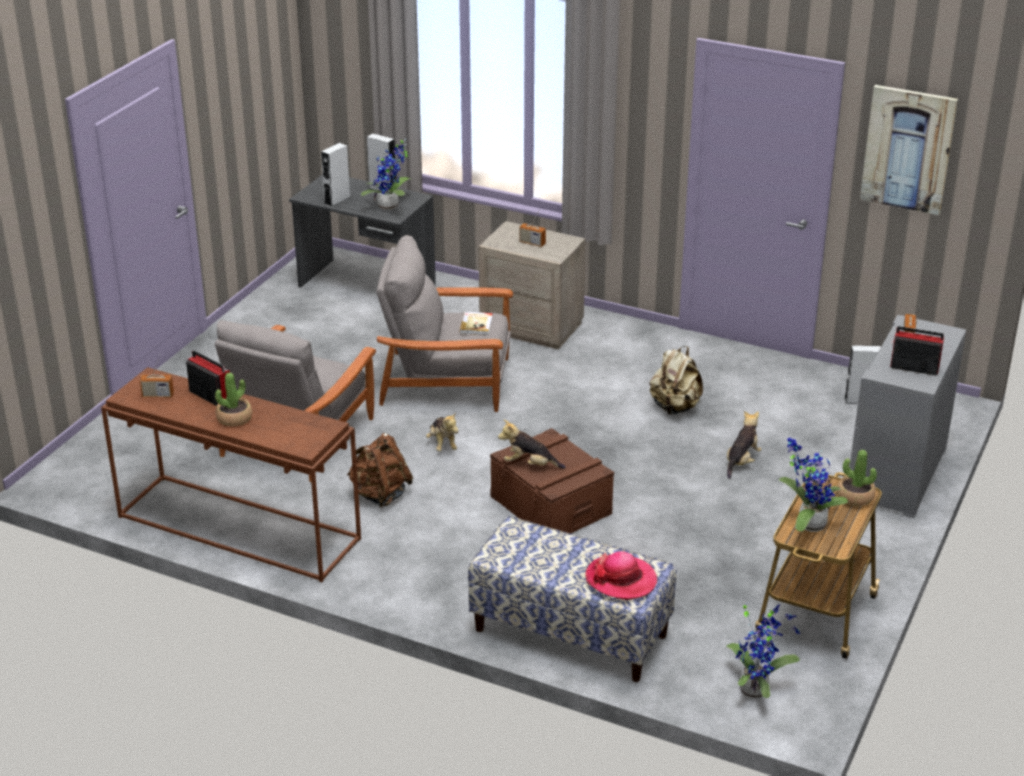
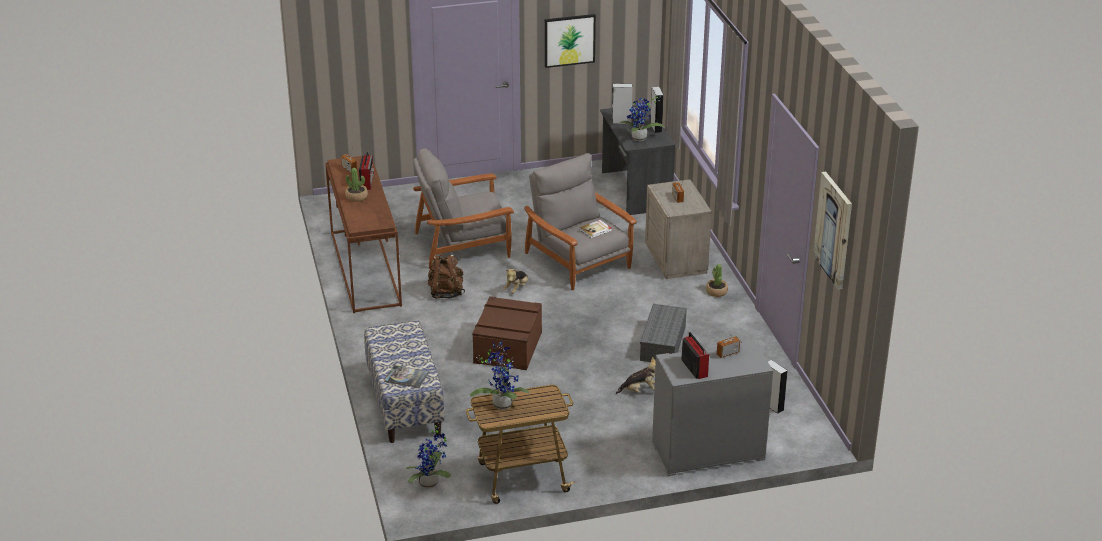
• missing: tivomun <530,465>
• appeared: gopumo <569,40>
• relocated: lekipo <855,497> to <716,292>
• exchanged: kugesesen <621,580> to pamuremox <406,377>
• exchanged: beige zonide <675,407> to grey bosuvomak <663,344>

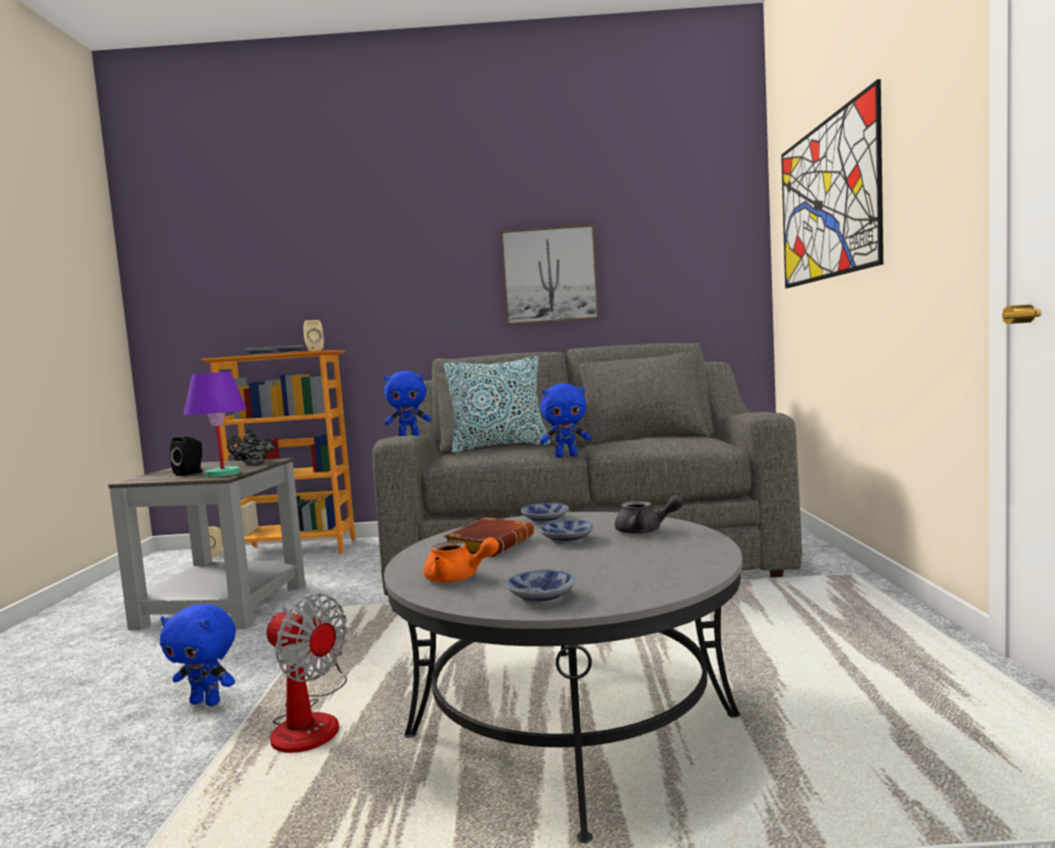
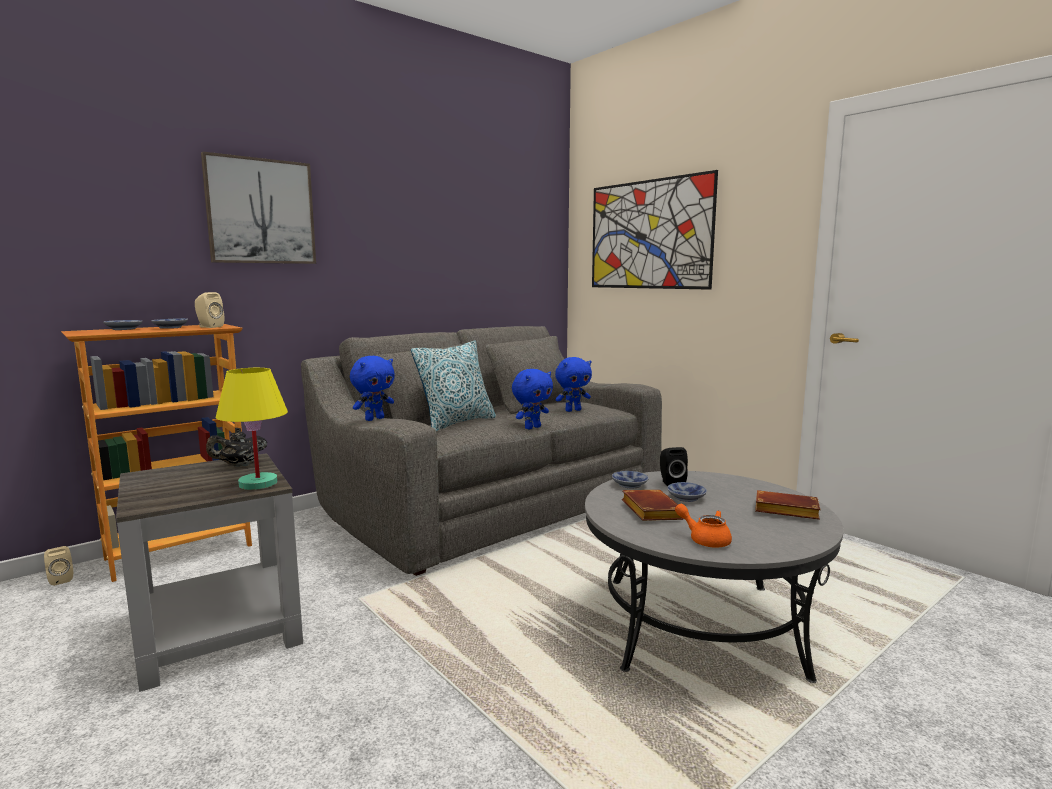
• missing: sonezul <311,722>
• missing: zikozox <544,598>
• missing: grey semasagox <645,531>
• appeared: brown pamuremox <784,511>
• relocated: blue tivomun <207,702> to <573,410>
• relocated: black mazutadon <191,473> to <670,483>
• relocated: gopumo <549,275> to <260,211>
• colour: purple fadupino <222,474> to yellow fadupino <258,483>
• spun: orange semasagox <458,578> = <705,539> 120 degrees counterclockwise

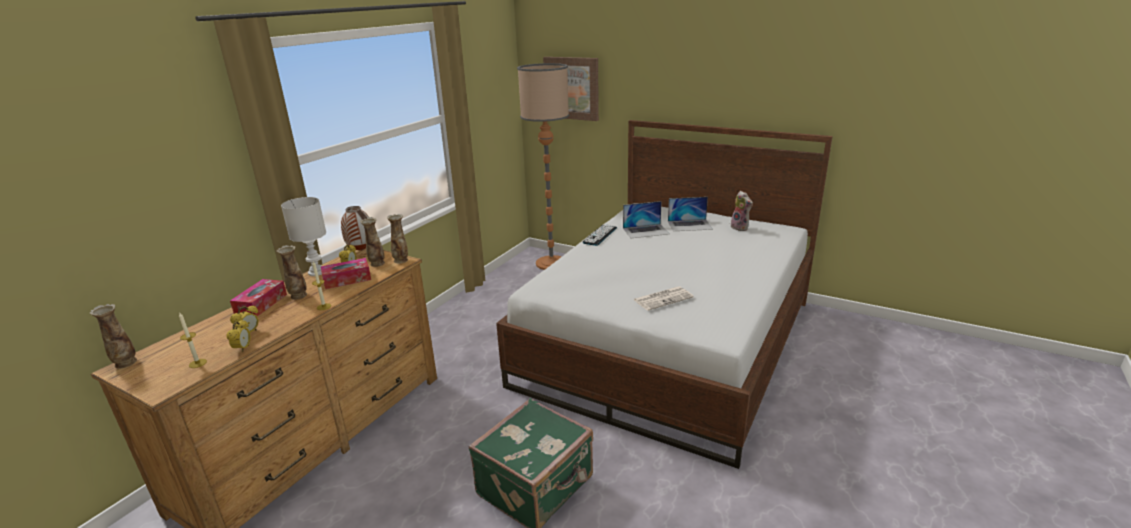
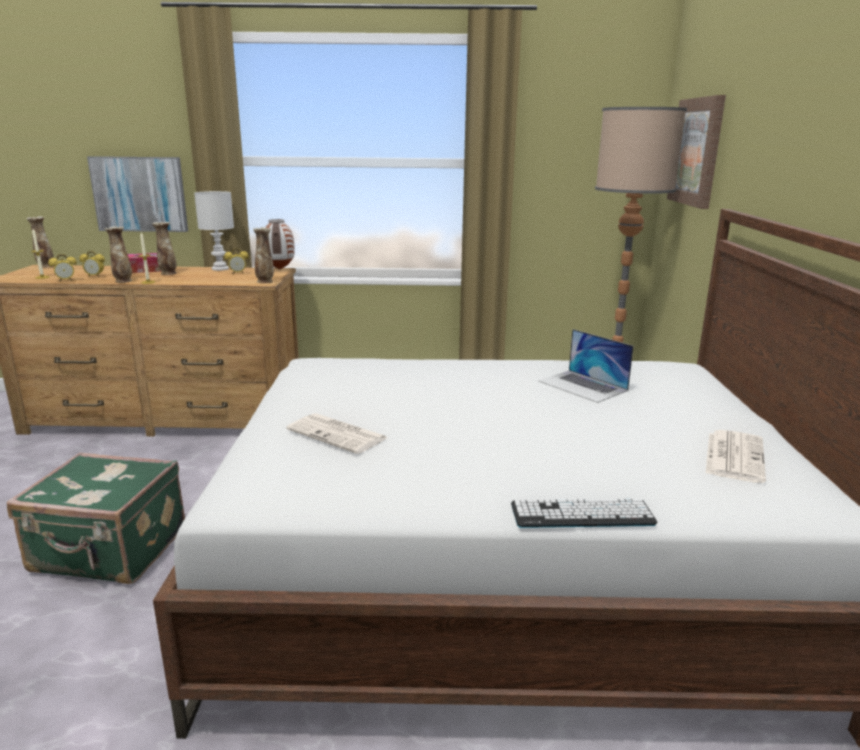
• missing: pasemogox <347,279>
• missing: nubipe <690,225>
• appeared: gopumo <140,194>
• relocated: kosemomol <377,264> to <123,281>
• relocated: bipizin <600,235> to <582,514>
• exchanged: tivomun <740,228> to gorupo <734,456>

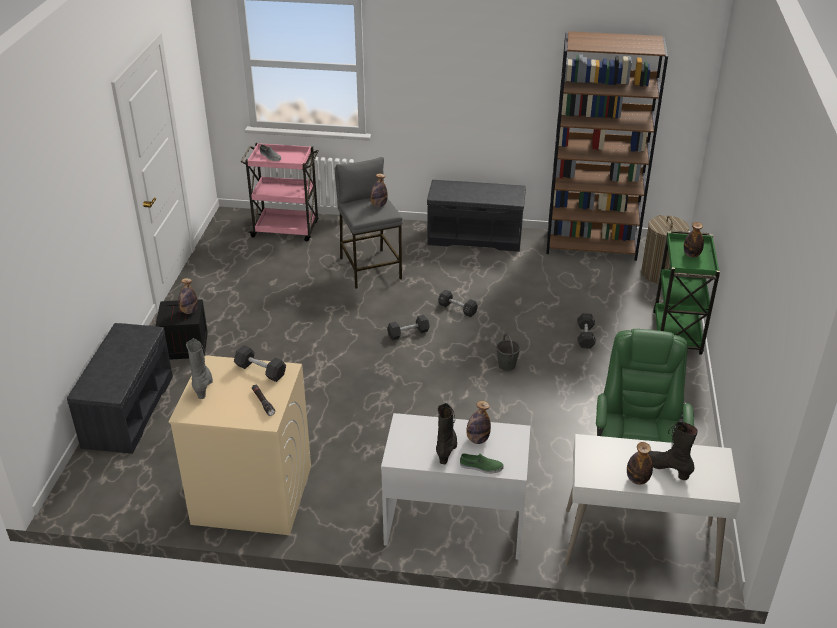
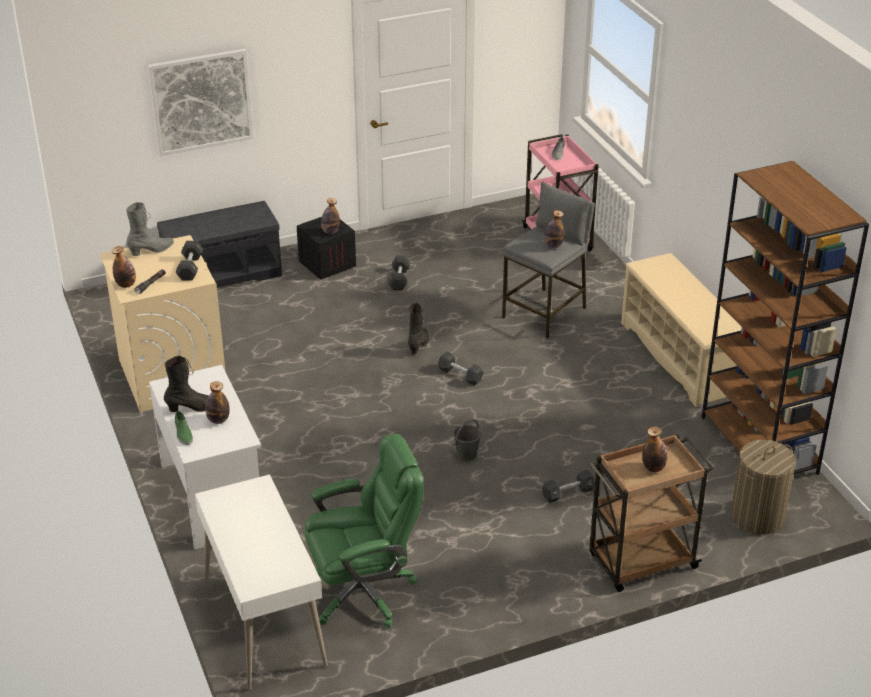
• appeared: gopumo <201,101>
• relocated: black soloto <457,309> to <399,279>
• relocated: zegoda <637,480> to <126,284>
• relocated: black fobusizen <666,468> to <419,345>
• exchanged: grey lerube <476,237> to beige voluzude <680,358>
• colour: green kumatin <677,334> to brown kumatin <640,562>

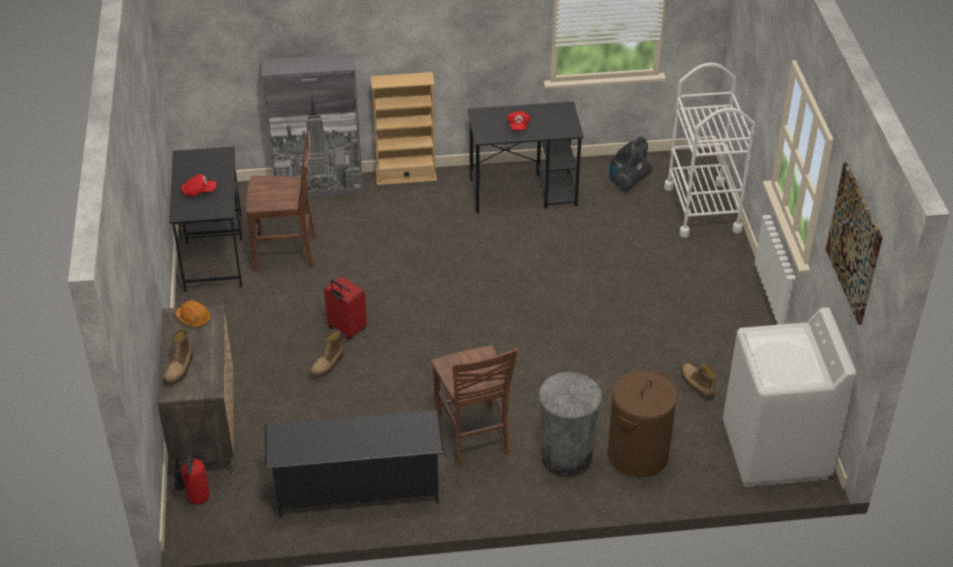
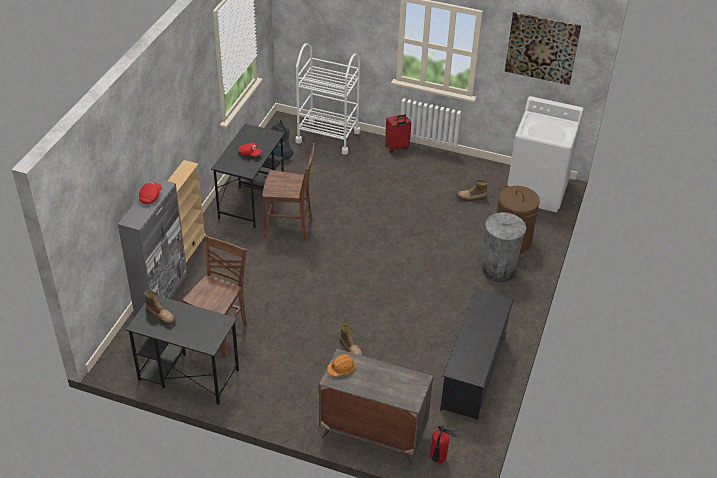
• relocated: fobusizen <180,369> to <161,316>
• relocated: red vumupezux <199,192> to <150,197>
• relocated: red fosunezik <346,329> to <397,147>
• relocated: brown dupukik <473,437> to <290,228>

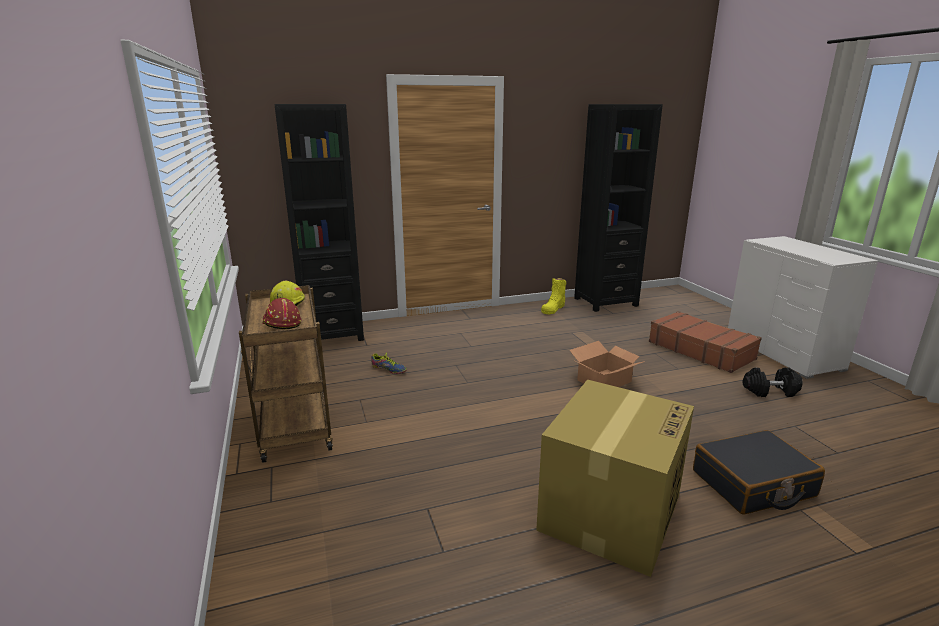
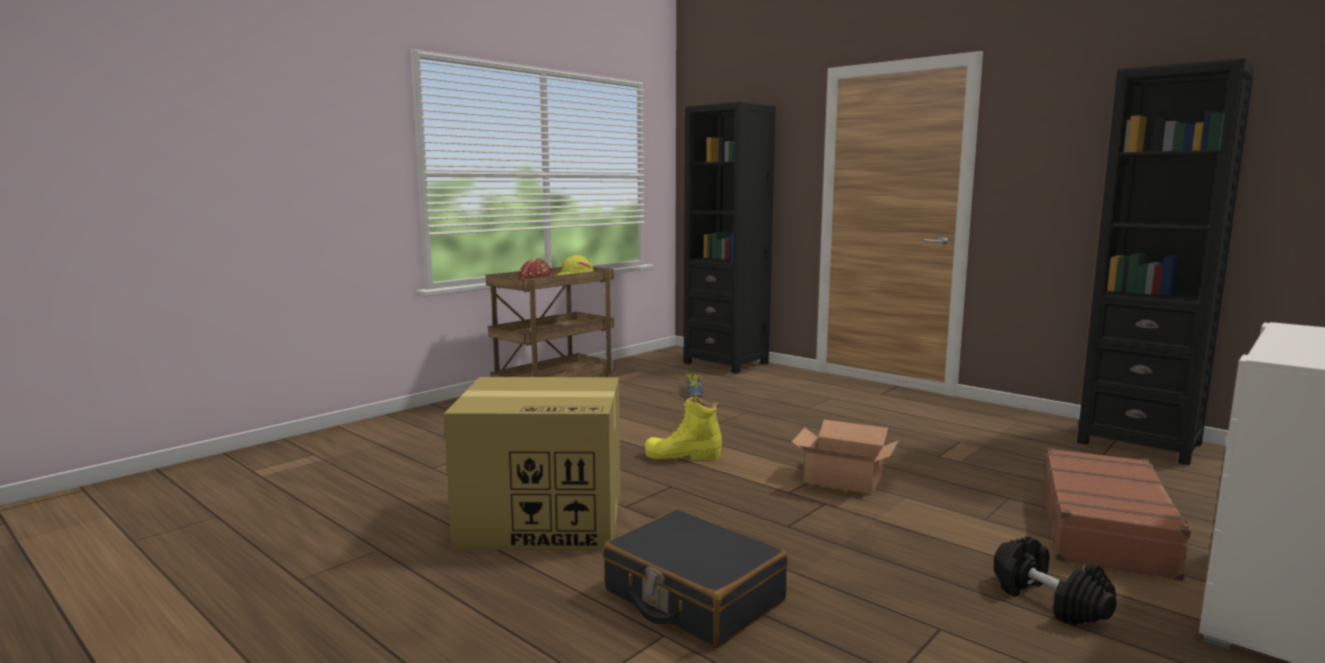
• relocated: yellow fobusizen <553,308> to <683,455>

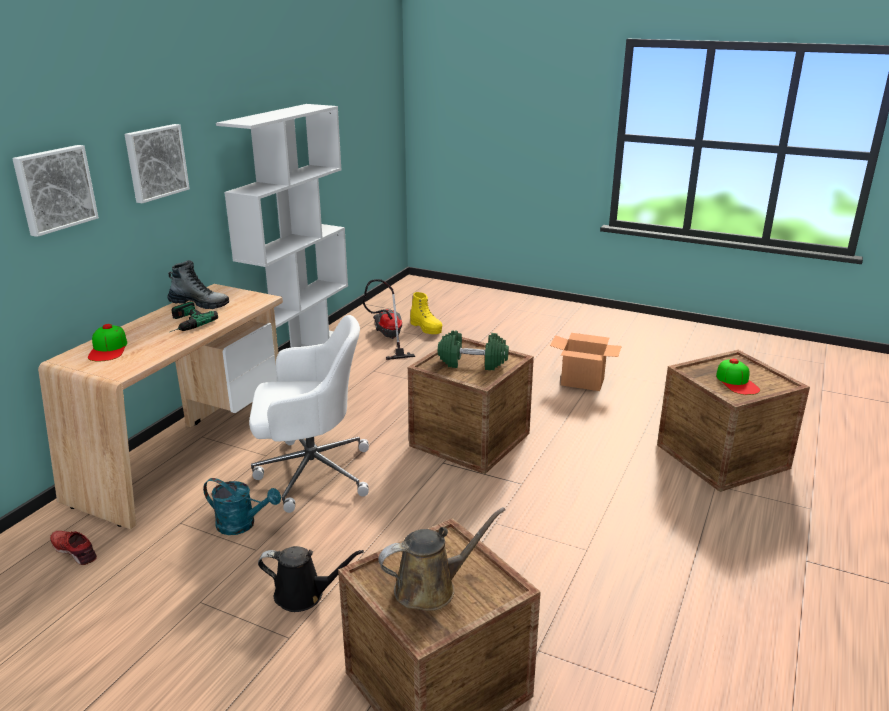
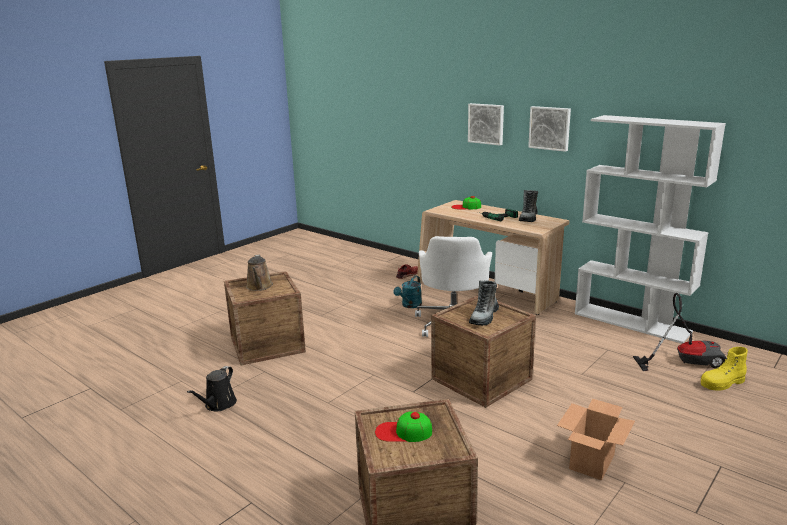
• relocated: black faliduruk <304,595> to <218,405>
• exchanged: green soloto <473,362> to fobusizen <484,317>

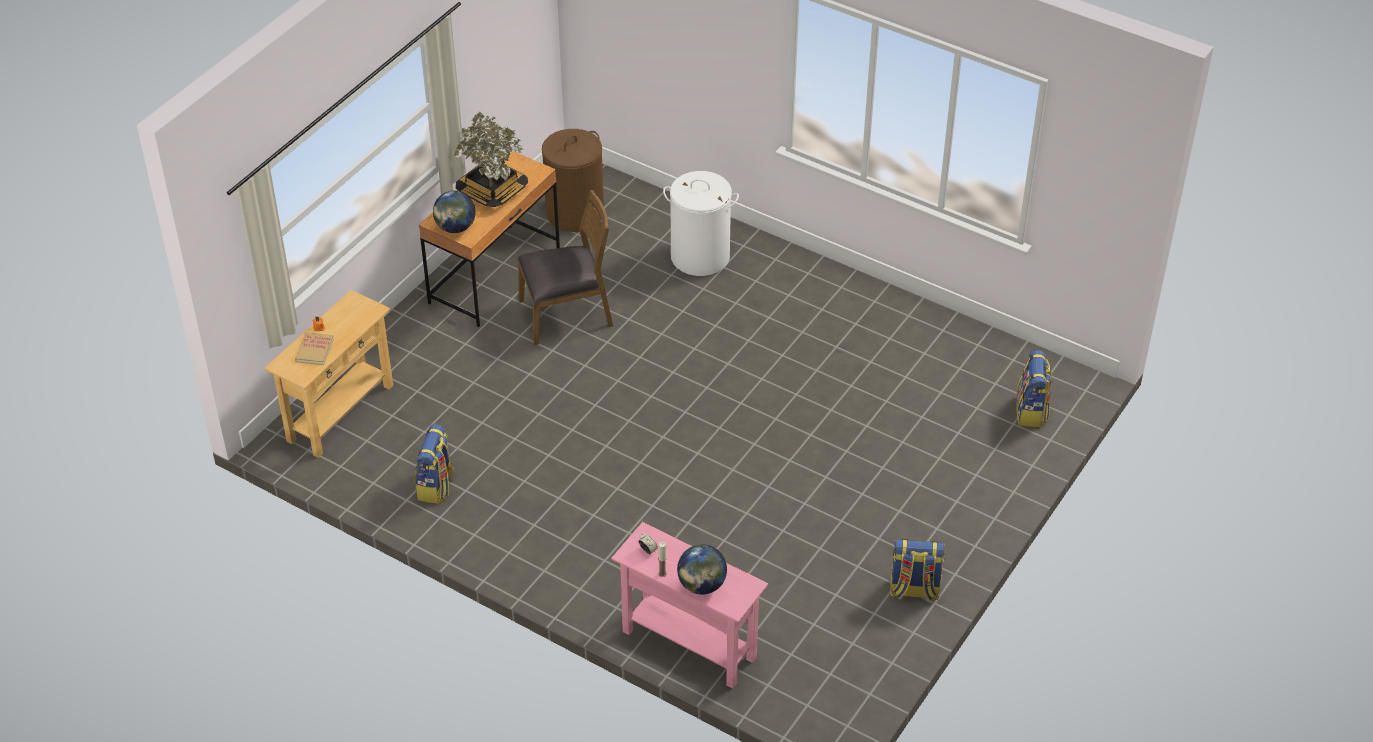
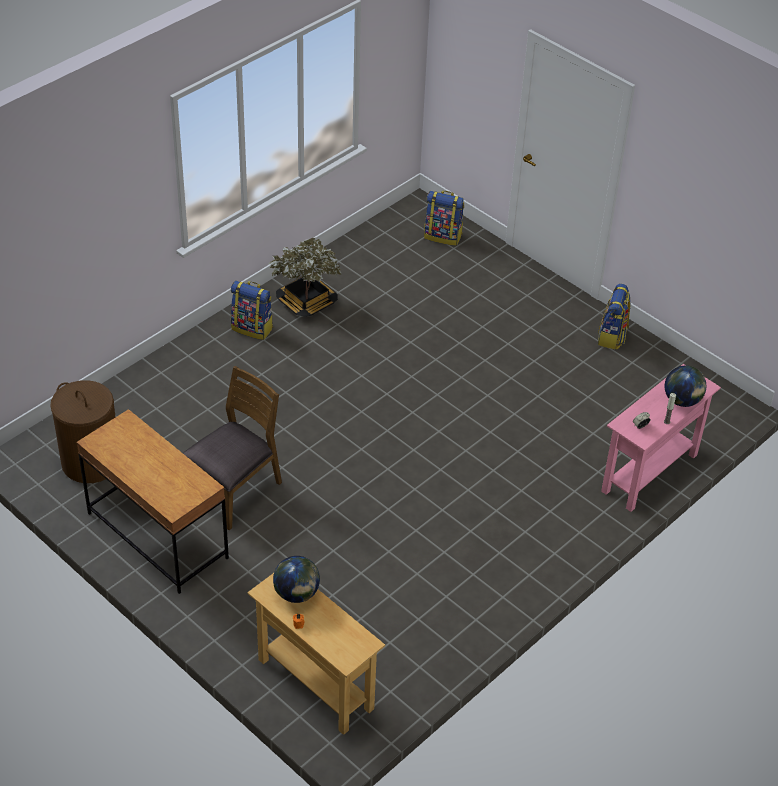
• missing: pamuremox <314,350>
• missing: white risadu <700,256>
• relocated: zonide <436,486> to <253,328>
• relocated: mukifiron <455,228> to <296,594>
• relocated: lekipo <492,191> to <306,302>
• spun: brown dupukik <566,314> = <233,490> 45 degrees clockwise

